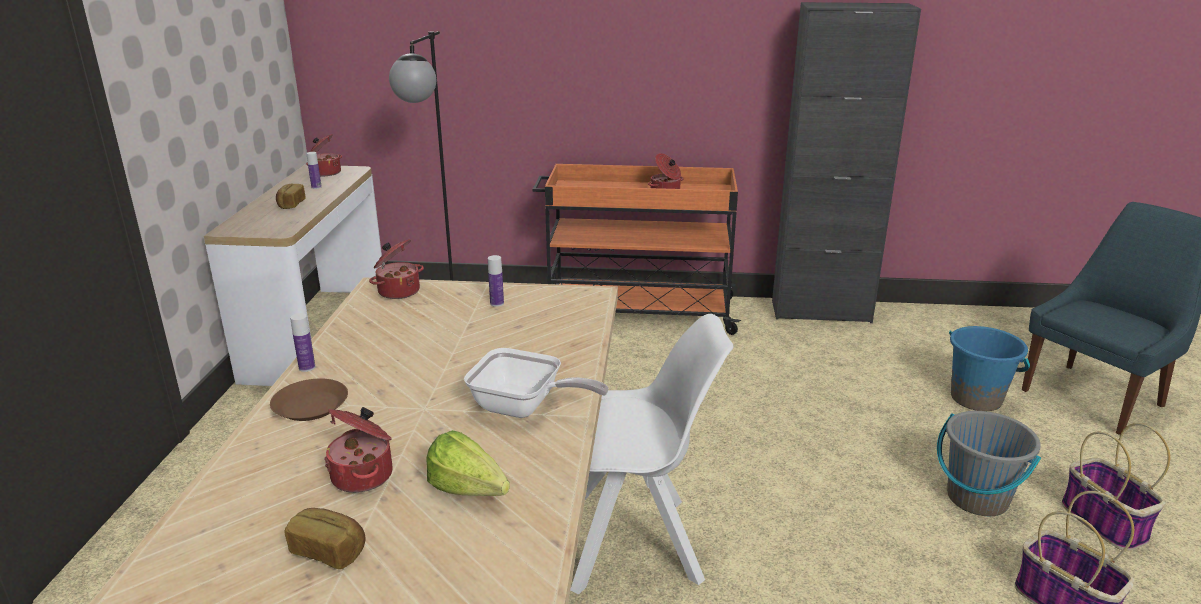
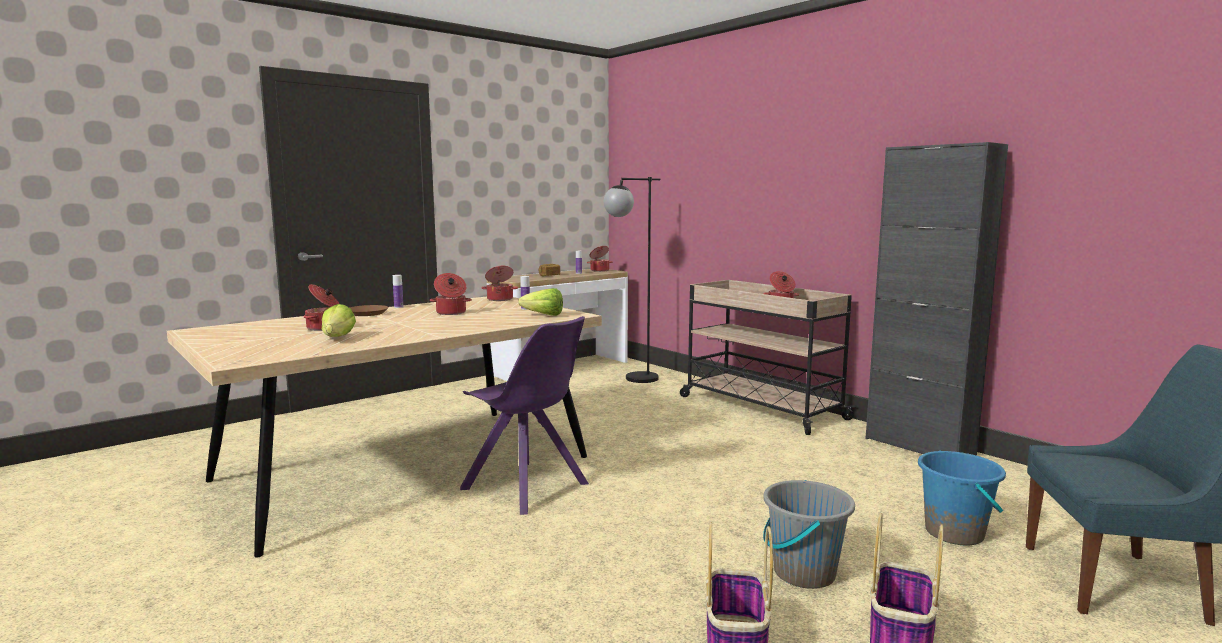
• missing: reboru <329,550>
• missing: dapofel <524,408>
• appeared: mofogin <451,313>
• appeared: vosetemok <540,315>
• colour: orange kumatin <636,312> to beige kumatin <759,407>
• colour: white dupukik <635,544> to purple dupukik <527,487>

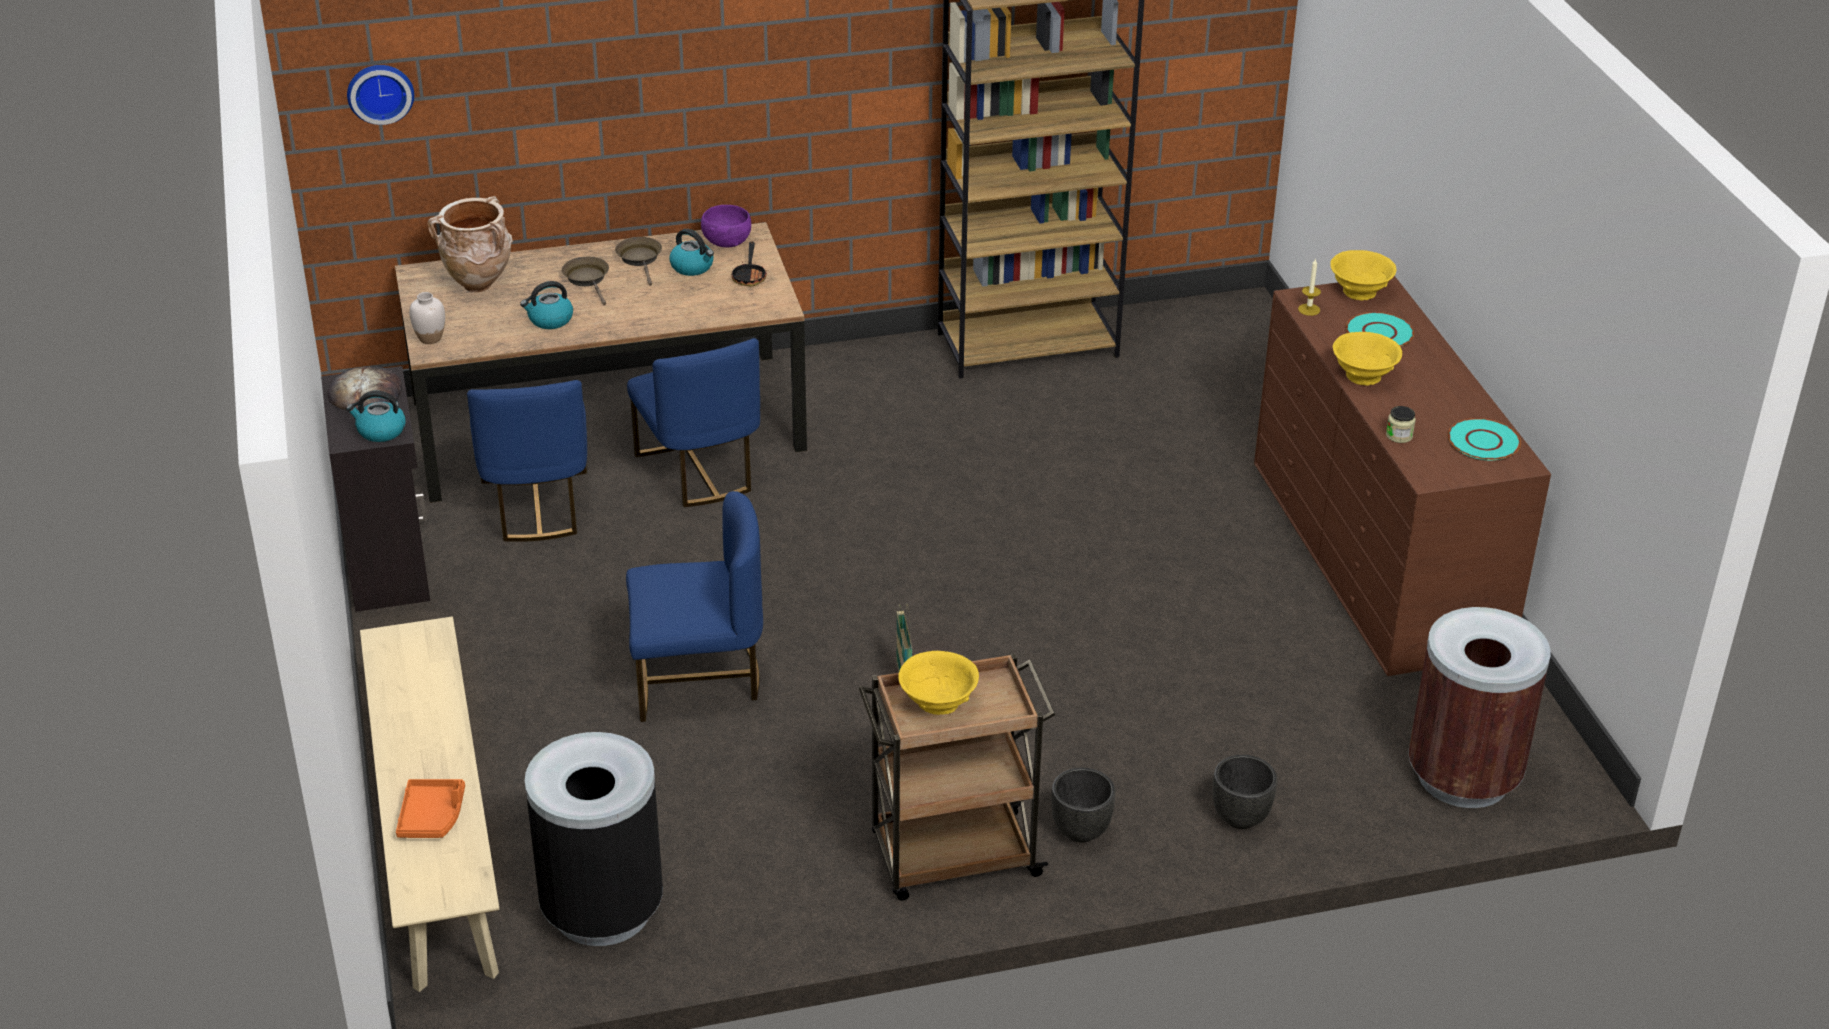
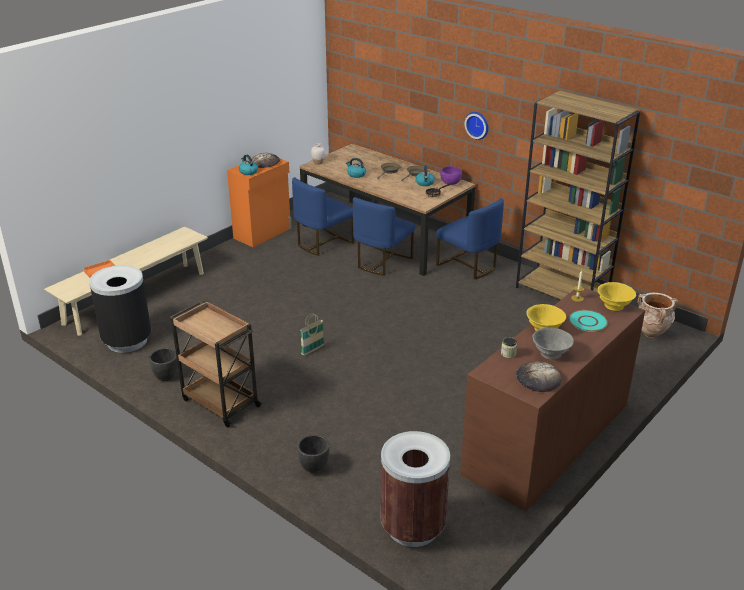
• missing: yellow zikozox <938,703>
• appeared: grey zikozox <550,353>
• relocated: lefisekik <380,92> to <478,125>
• relocated: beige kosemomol <480,284> to <652,334>
• relocated: blue dupukik <697,679> to <468,266>
• relocated: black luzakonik <1081,831> to <166,377>
• exchanged: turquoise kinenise <1483,441> to reboru <538,379>
• colour: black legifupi <390,564> to orange legifupi <263,233>

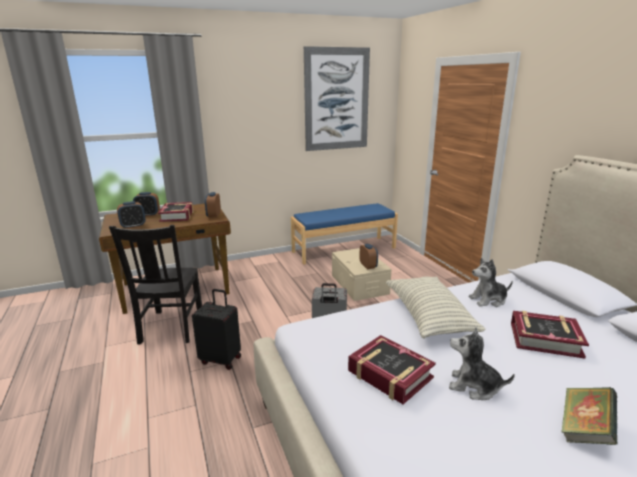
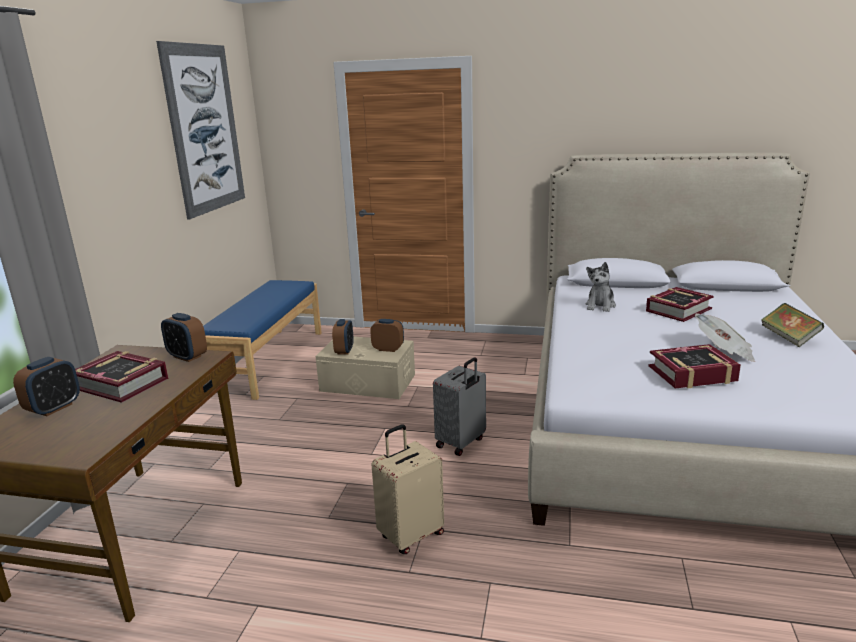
• missing: black dupukik <171,327>
• missing: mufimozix <429,317>
• relocated: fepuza <133,226> to <344,350>
• exchanged: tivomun <474,386> to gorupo <724,352>
• colour: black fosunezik <221,359> to beige fosunezik <410,535>

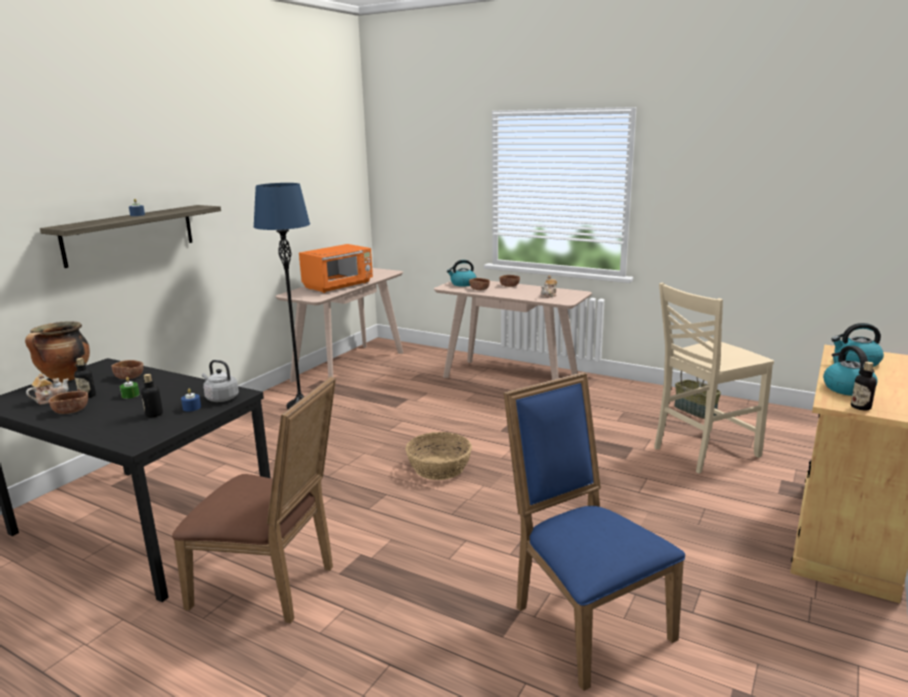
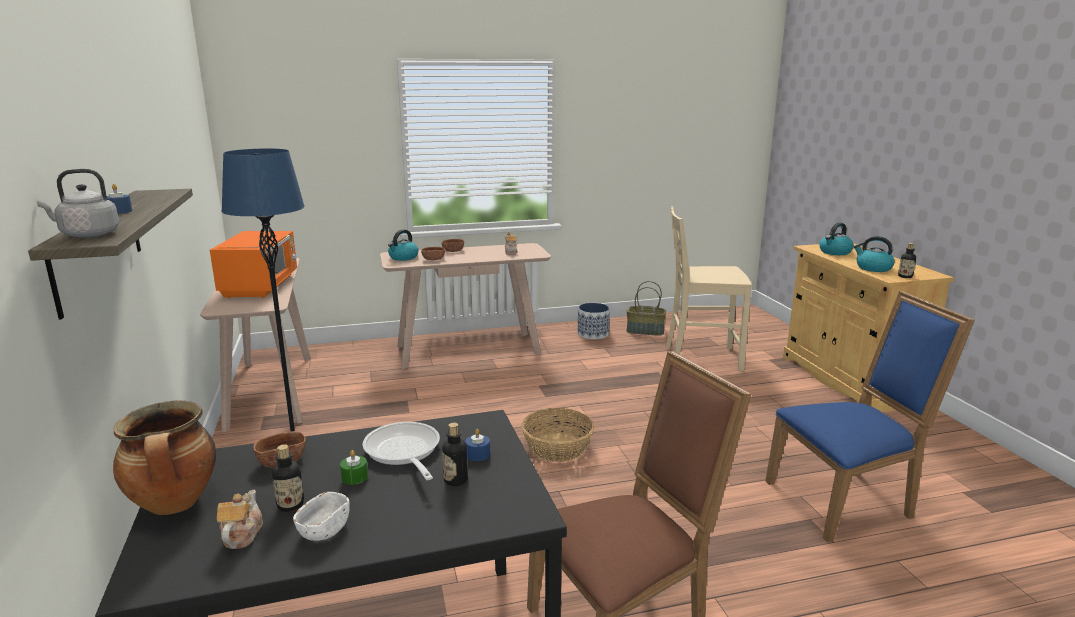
• appeared: dapofel <403,452>
• appeared: luzakonik <592,334>
• relocated: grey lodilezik <221,398> to <87,235>
• colour: brown zikozox <71,410> to white zikozox <324,530>
• spun: blue dupukik <584,619> = <846,500> 150 degrees clockwise
• spun: beige dupukik <702,451> = <700,358> 75 degrees clockwise

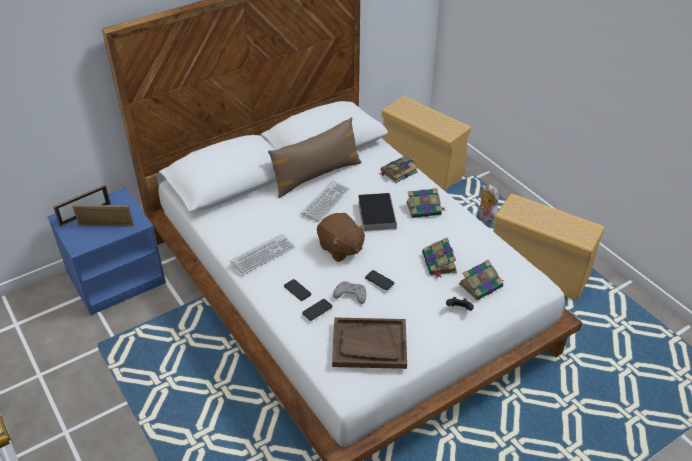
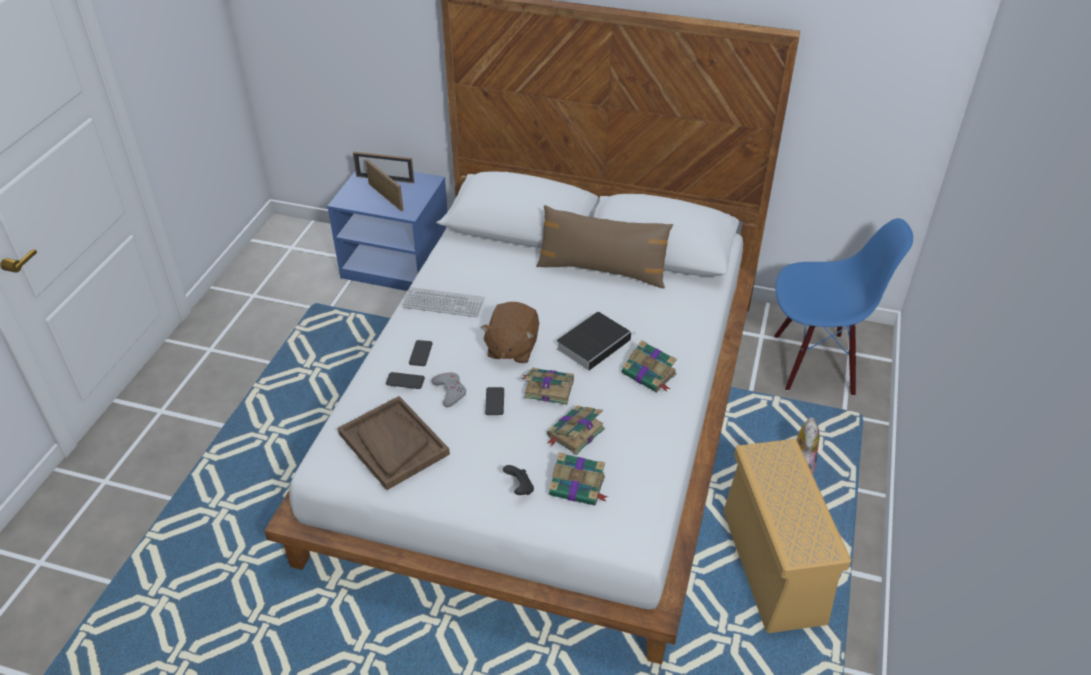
• missing: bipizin <325,202>
• relocated: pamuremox <398,172> to <548,388>
• exchanged: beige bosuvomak <423,166> to blue dupukik <814,363>

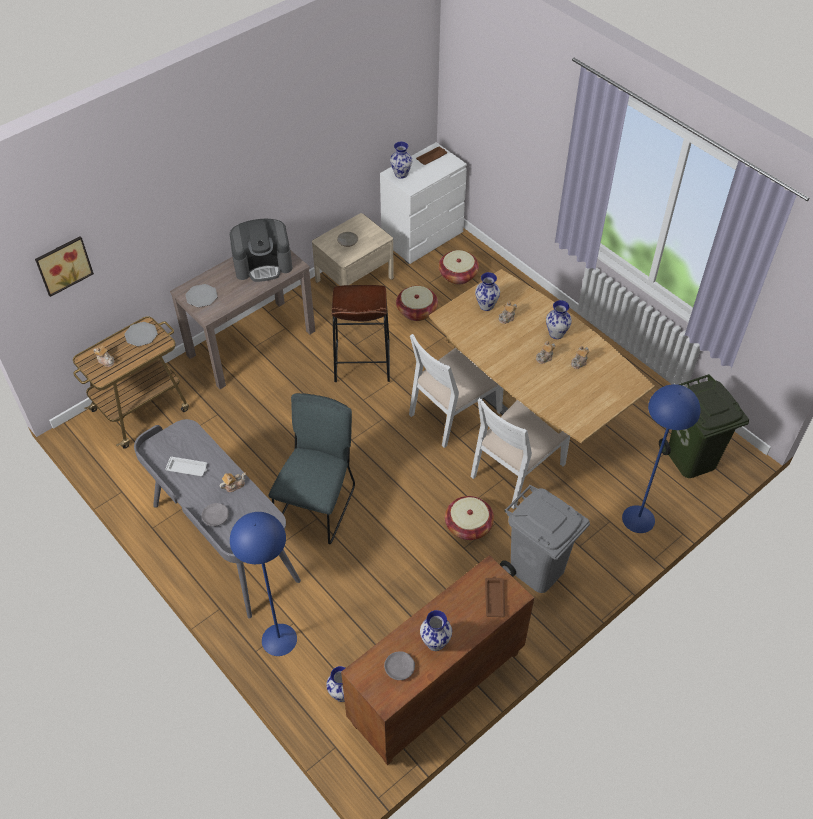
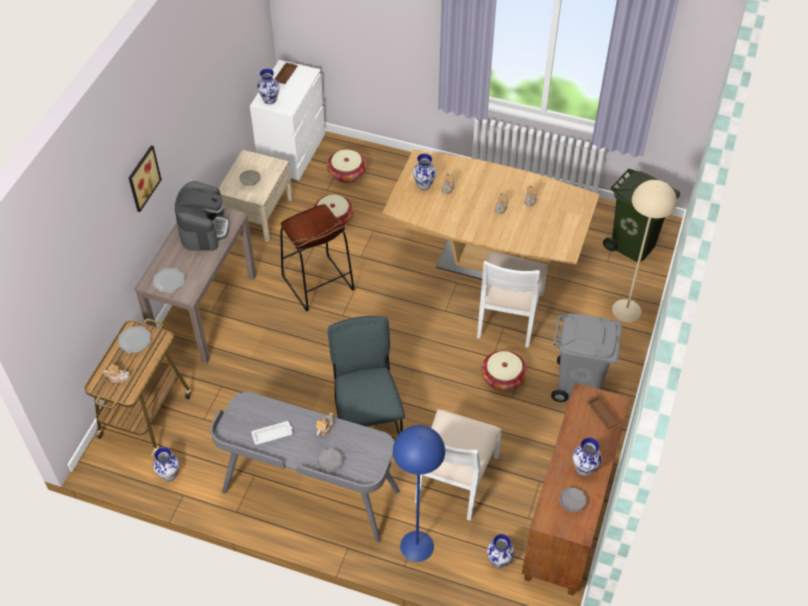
• relocated: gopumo <63,264> to <142,178>
• relocated: white dupukik <453,412> to <455,479>
• relocated: kosemomol <556,334> to <169,475>
• colour: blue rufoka <638,519> to beige rufoka <626,310>
• spun: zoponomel <263,264> = <204,229> 45 degrees counterclockwise

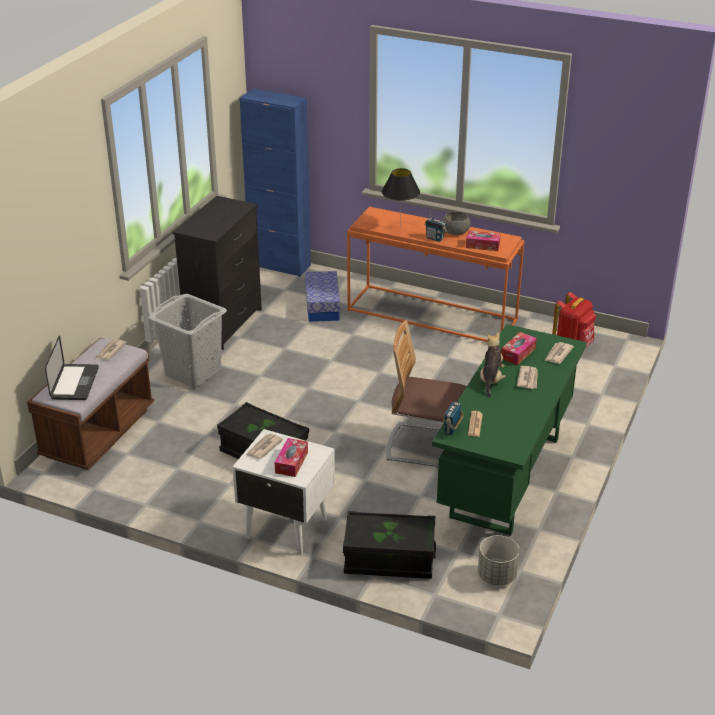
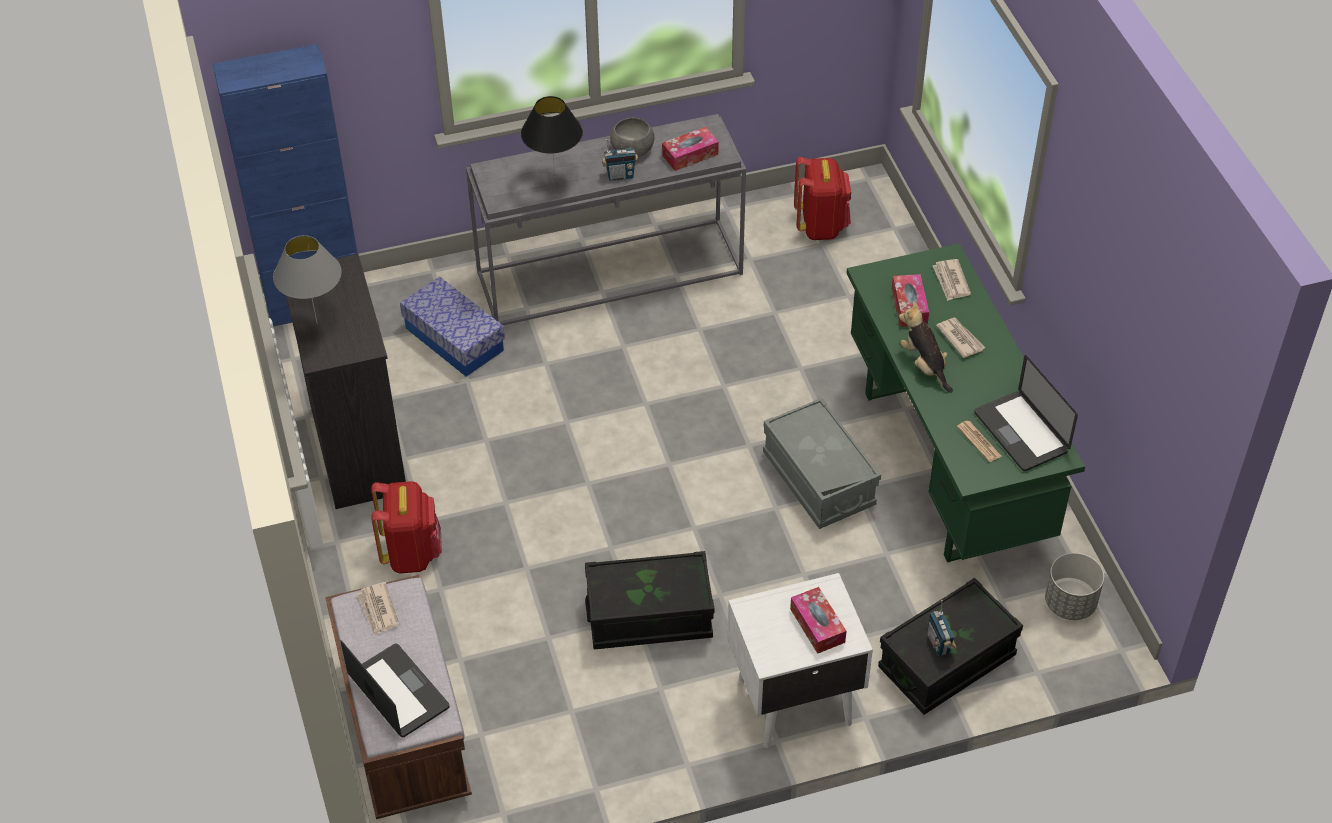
• missing: gorupo <264,448>
• appeared: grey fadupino <317,323>
• appeared: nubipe <1021,432>
• relocated: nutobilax <452,429> to <939,644>
• exchanged: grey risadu <193,372> to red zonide <411,553>
• exchanged: dupukik <426,446> to grey bosuvomak <818,479>
• colour: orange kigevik <433,315> to grey kigevik <611,272>

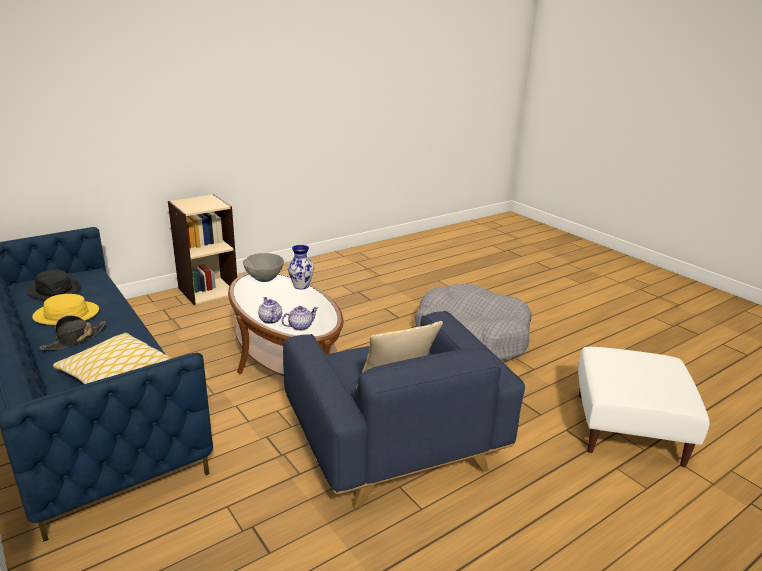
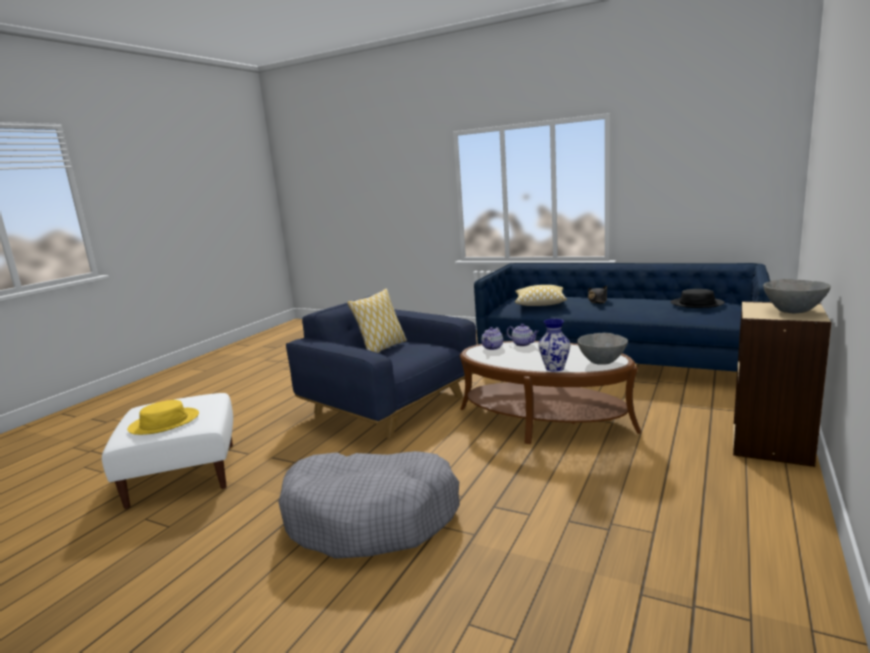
• appeared: grey zikozox <793,311>
• relocated: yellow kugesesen <66,314> to <164,422>

